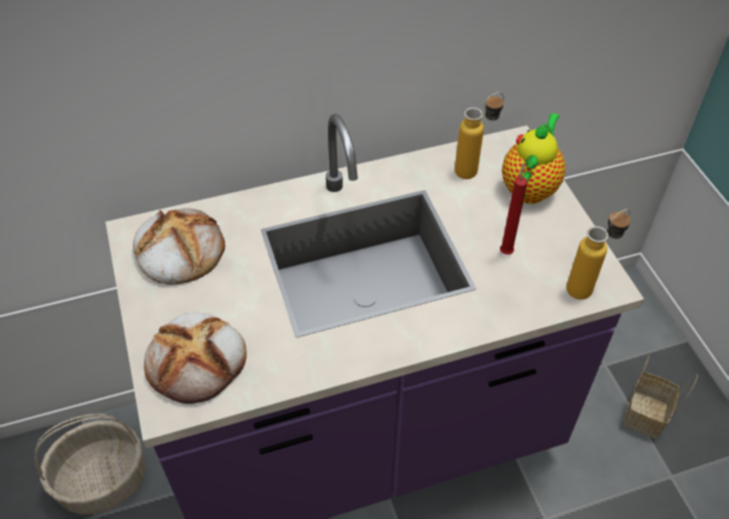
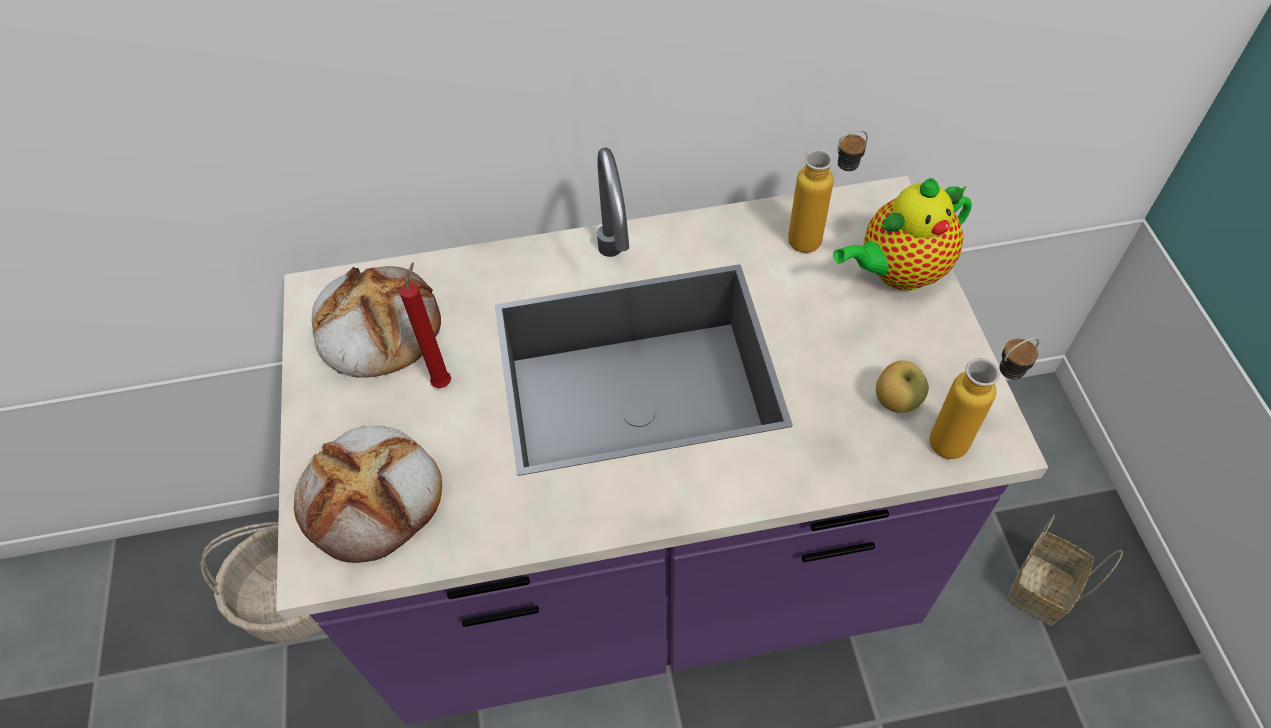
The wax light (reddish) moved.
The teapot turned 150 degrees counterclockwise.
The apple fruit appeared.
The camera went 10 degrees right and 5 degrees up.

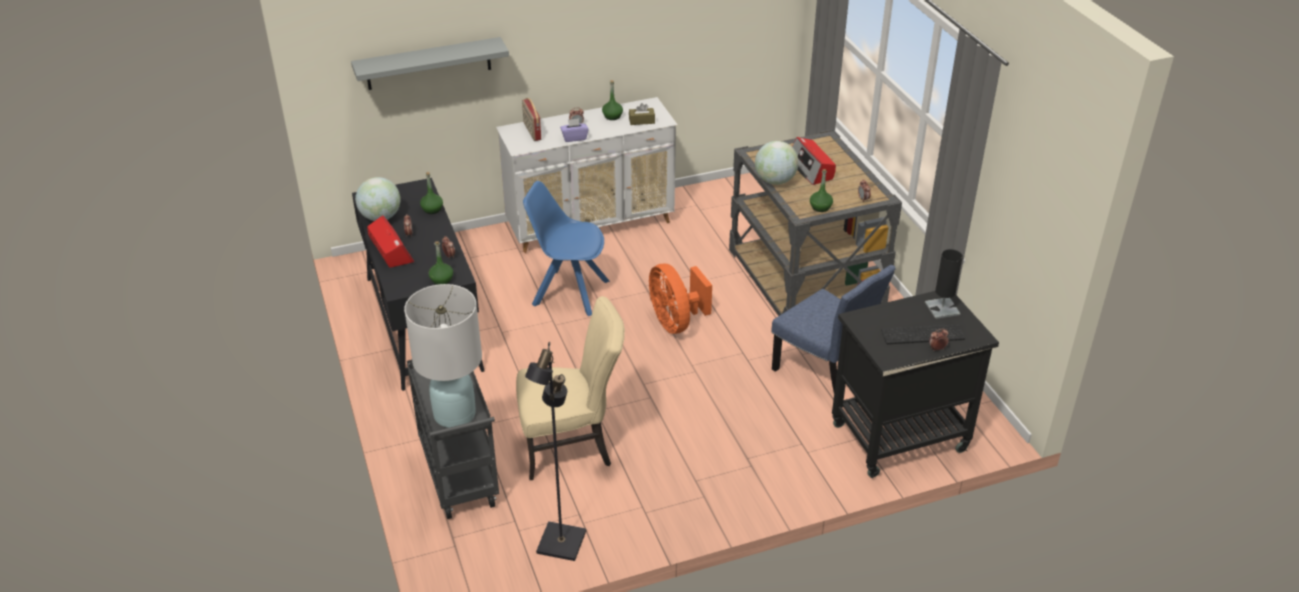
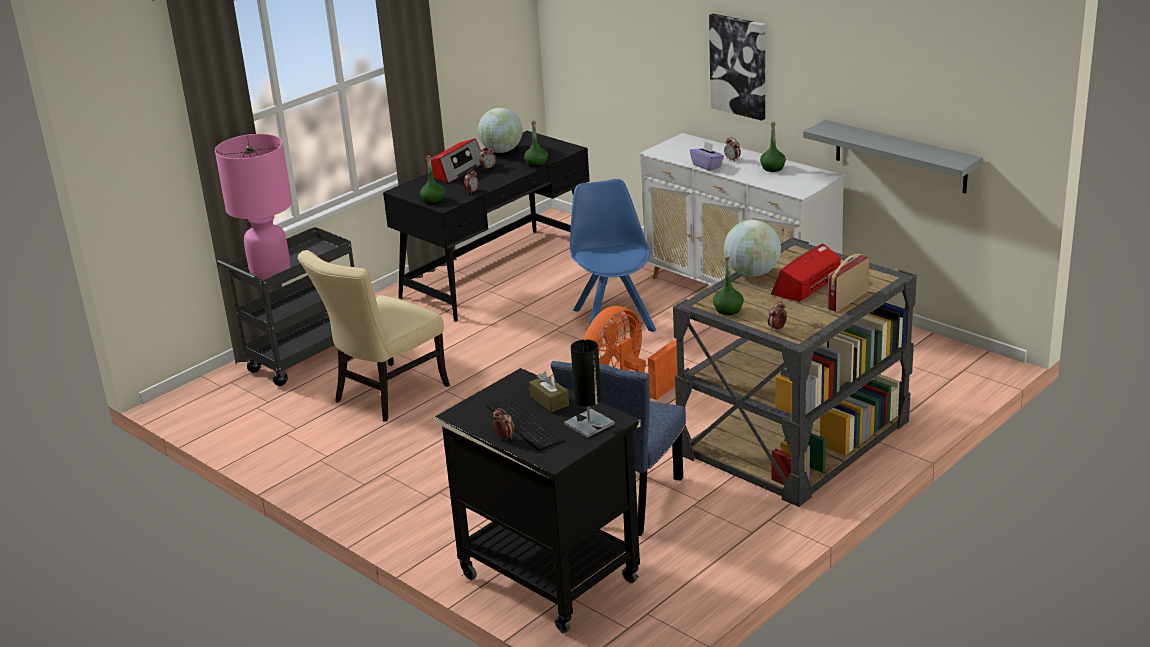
The table lamp (white-coloured) became the table lamp (pink-coloured).
The chair (sand-coloured) turned 75 degrees clockwise.
The tissue box (brown) moved.
The picture appeared.
The bracket shelf (gray) moved.
The radio set (no. 2 from left in the first image) moved.
The standard lamp (black) disappeared.
The camera went 65 degrees right and 10 degrees down.

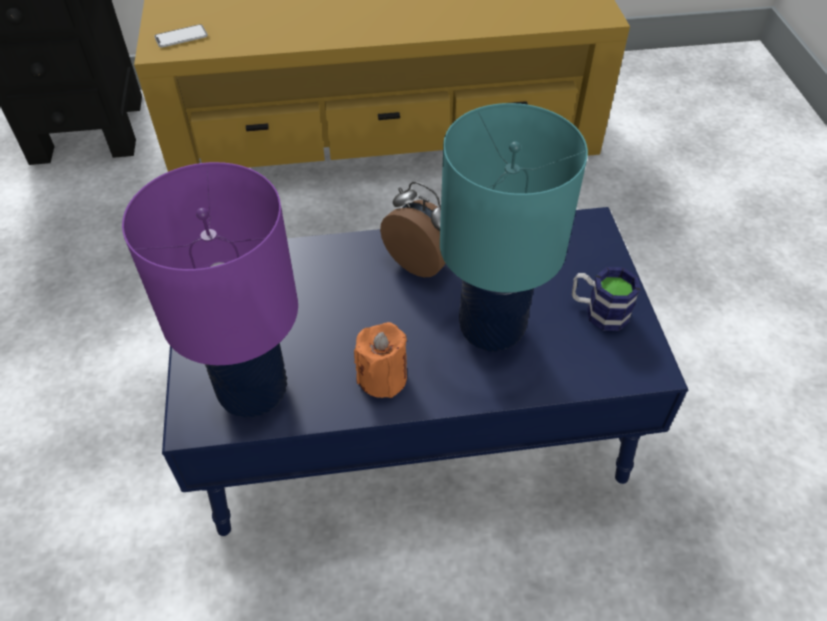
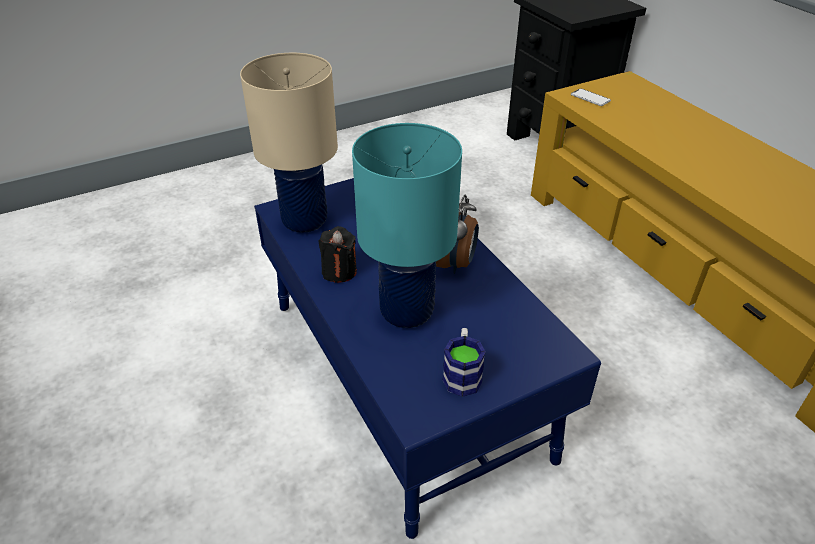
The table lamp (purplish) became the table lamp (sand-coloured).
The wax light (orangey) became the wax light (black).
The camera went 70 degrees right and 10 degrees down.

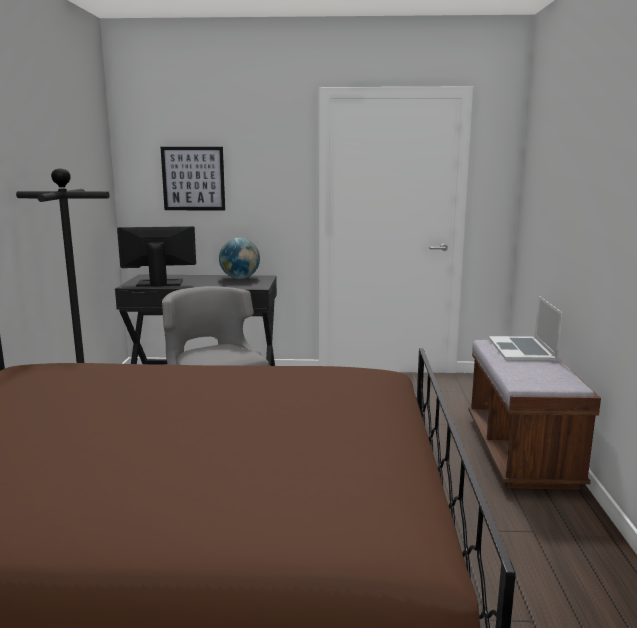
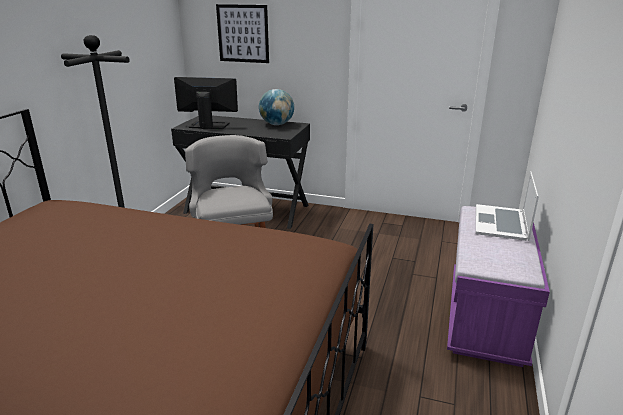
The indoor bench (brown) became the indoor bench (purplish).
The camera went 15 degrees right and 10 degrees up.

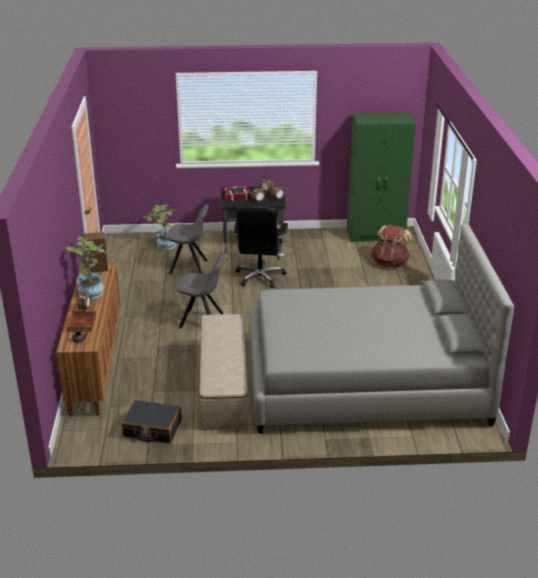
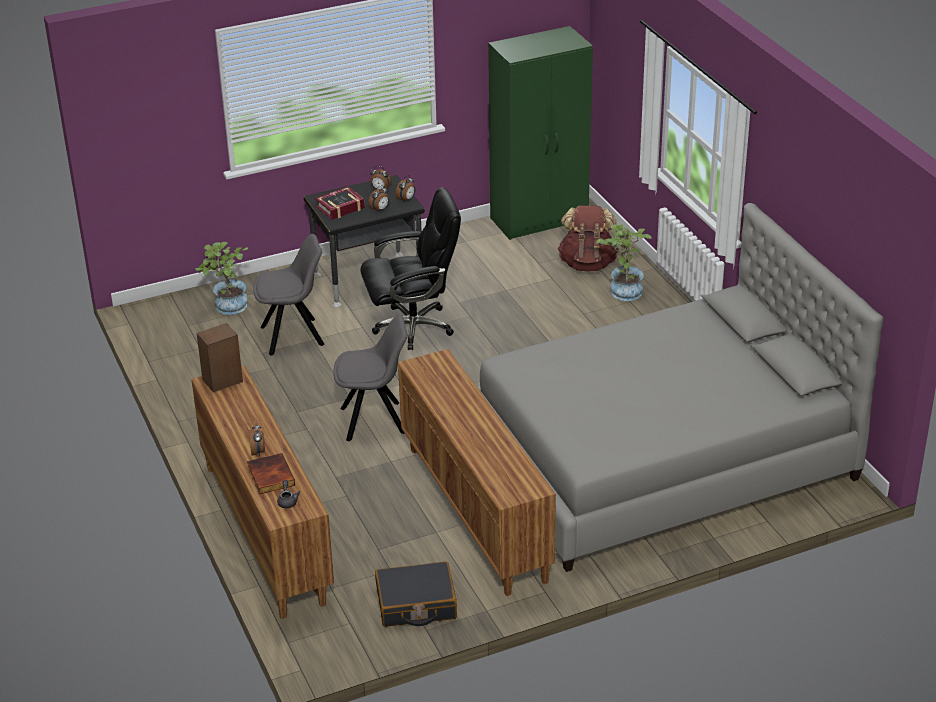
The computer chair (black) turned 90 degrees counterclockwise.
The indoor bench (sand-coloured) was replaced by the dresser (brown) (no. 2 from left).
The potted plant (no. 1 from left in the first image) moved.
The camera went 20 degrees left and 5 degrees up.

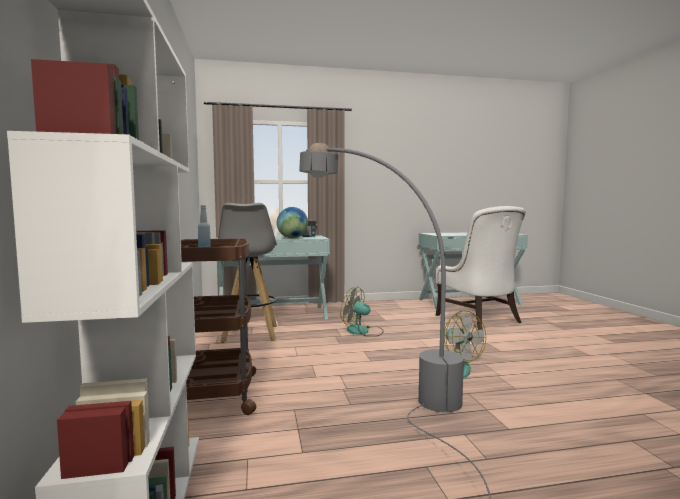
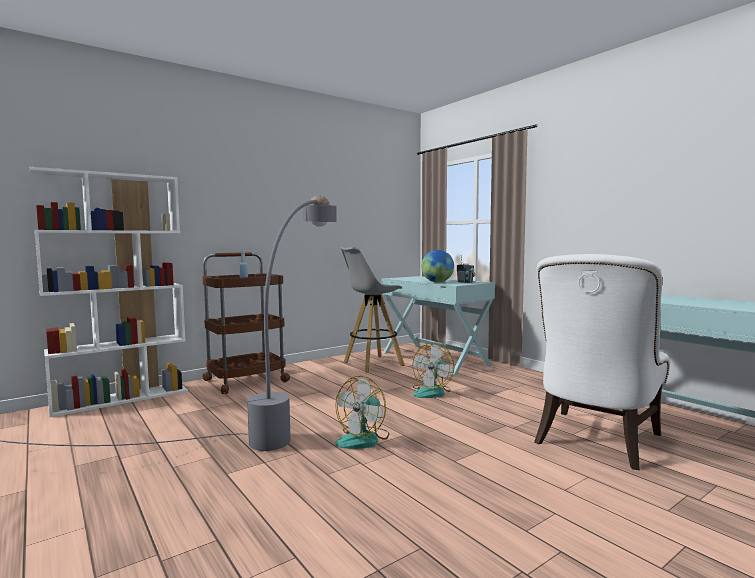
The electric fan (no. 1 from left in the first image) turned 150 degrees counterclockwise.
The camera went 65 degrees right and 0 degrees up.

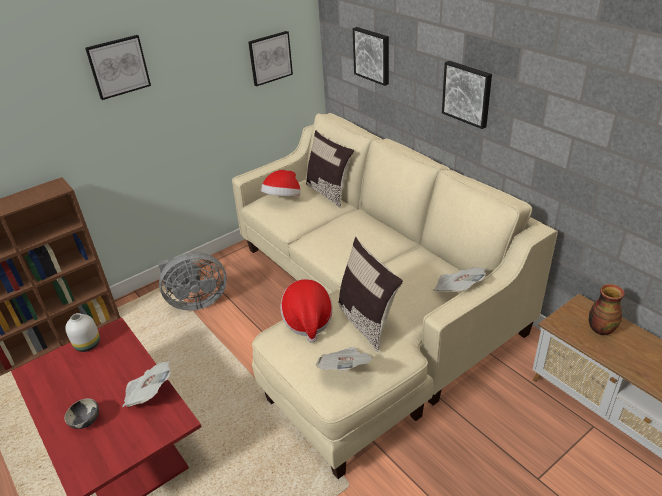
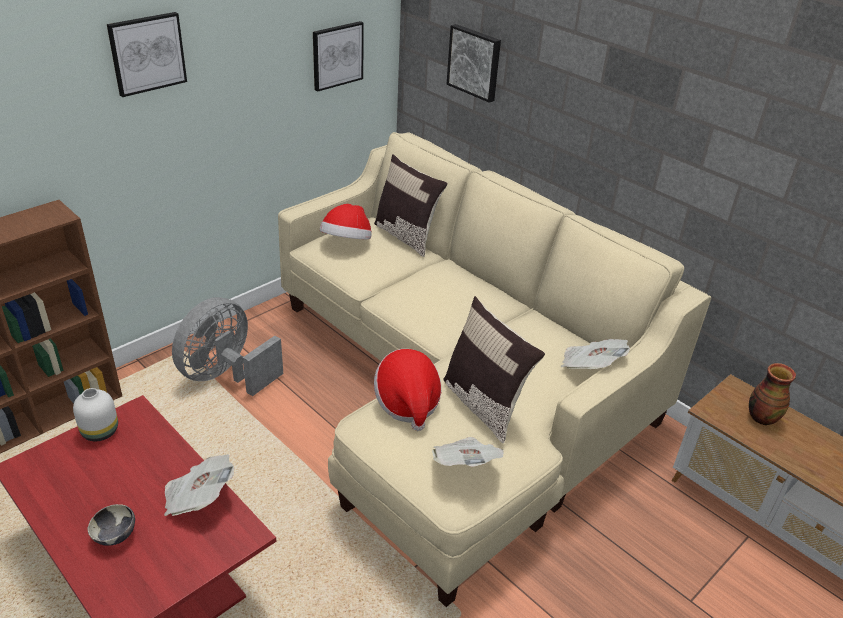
The electric fan (gray) turned 150 degrees clockwise.
The picture (no. 4 from left) disappeared.
The camera went 10 degrees left and 0 degrees up.

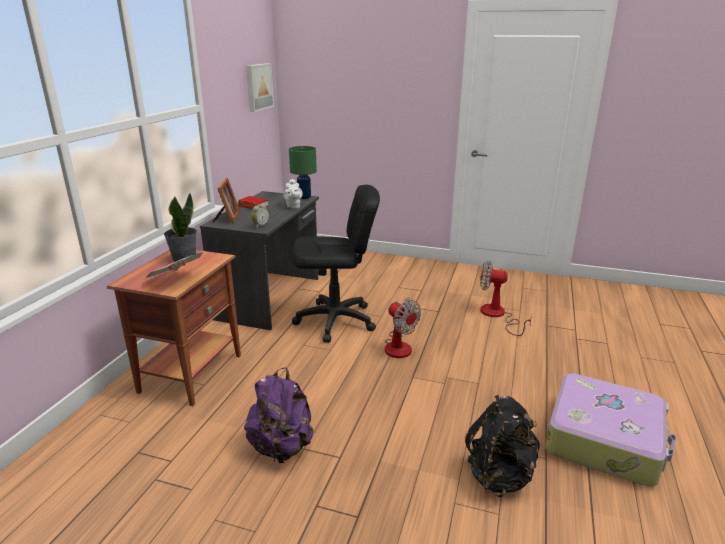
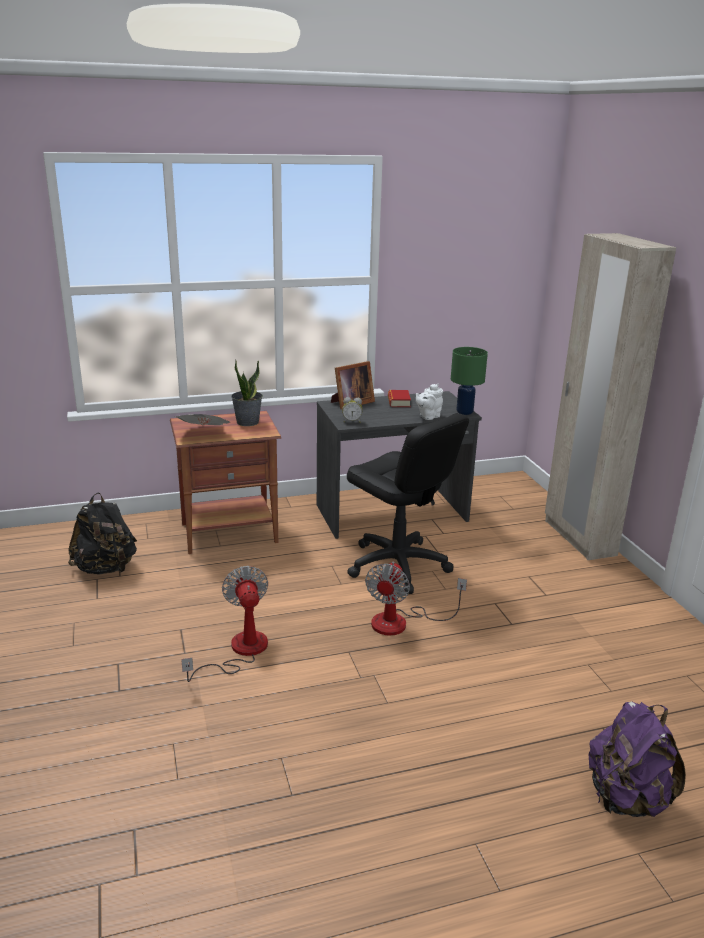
The rucksack (black) moved.
The electric fan (no. 2 from left in the first image) moved.
The armoire (sand-coloured) appeared.
The rucksack (purplish) moved.
The picture disappeared.
The piece of luggage disappeared.
The camera went 55 degrees right and 0 degrees up.

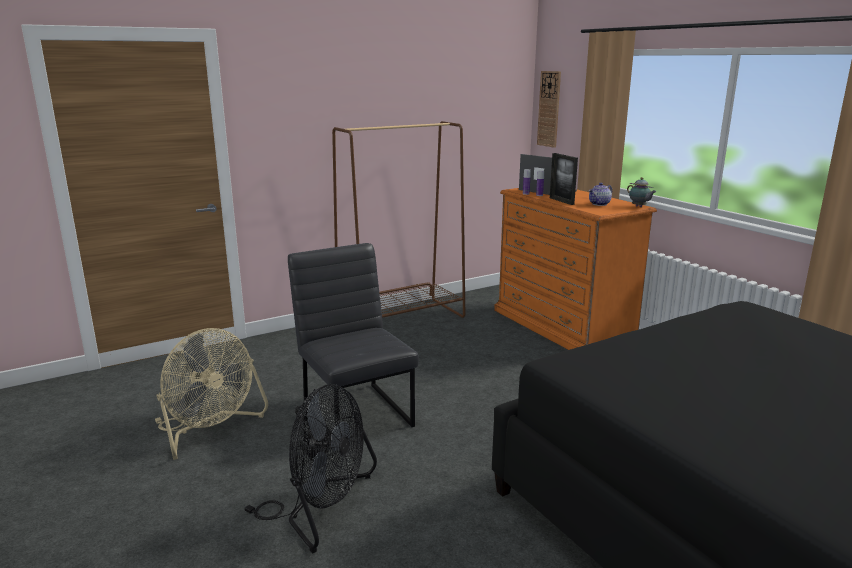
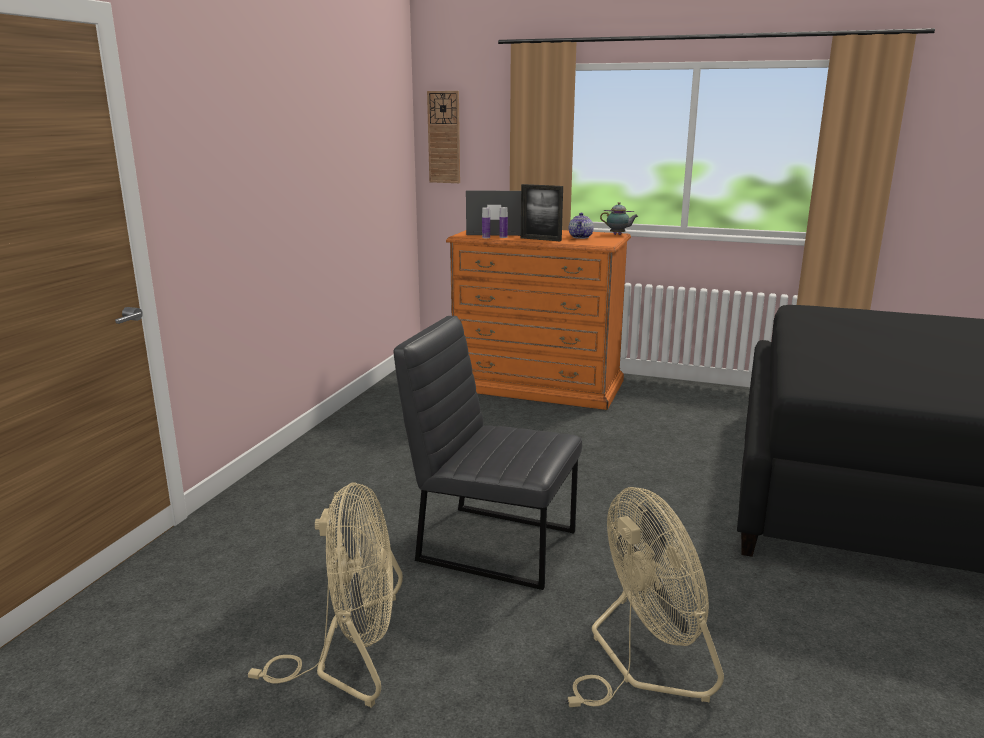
The electric fan (black) became the electric fan (sand-coloured) (no. 2 from left).
The garment rack (brown) disappeared.
The camera went 40 degrees left and 0 degrees up.

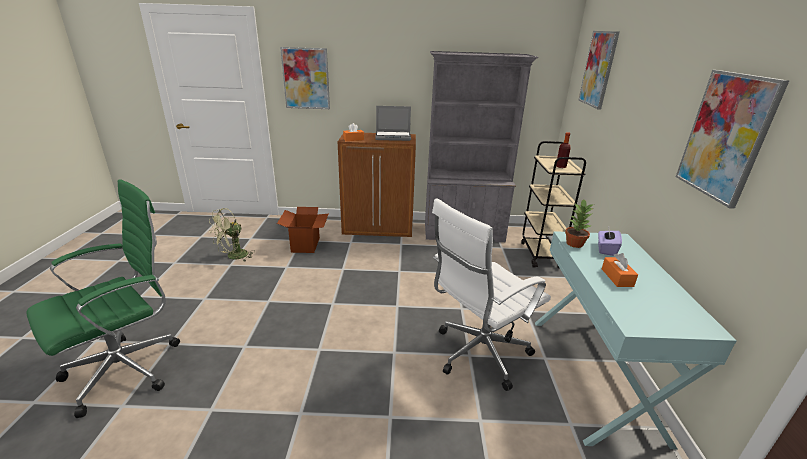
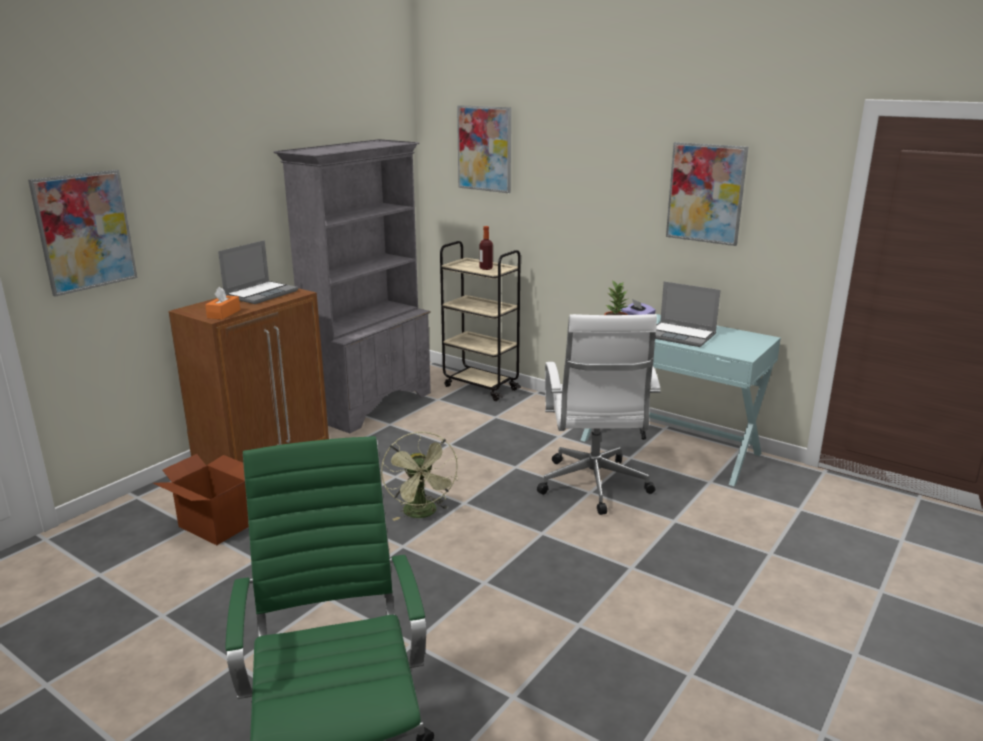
The electric fan (green) moved.
The tissue box (orangey) (no. 2 from left) was replaced by the laptop (no. 2 from left).
The camera went 55 degrees left and 5 degrees down.

